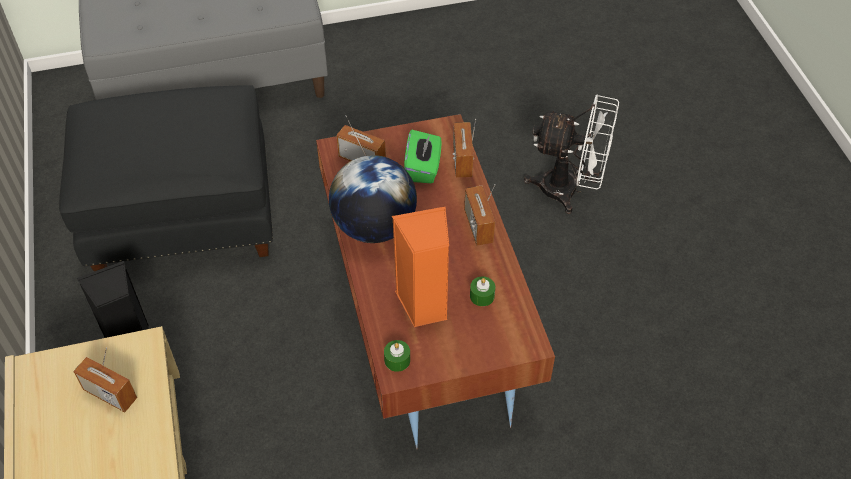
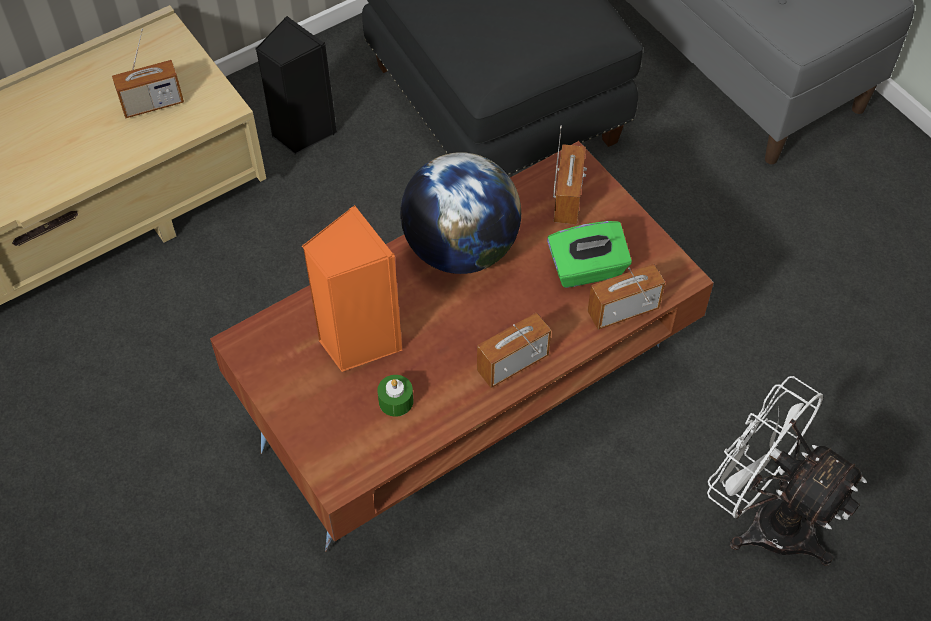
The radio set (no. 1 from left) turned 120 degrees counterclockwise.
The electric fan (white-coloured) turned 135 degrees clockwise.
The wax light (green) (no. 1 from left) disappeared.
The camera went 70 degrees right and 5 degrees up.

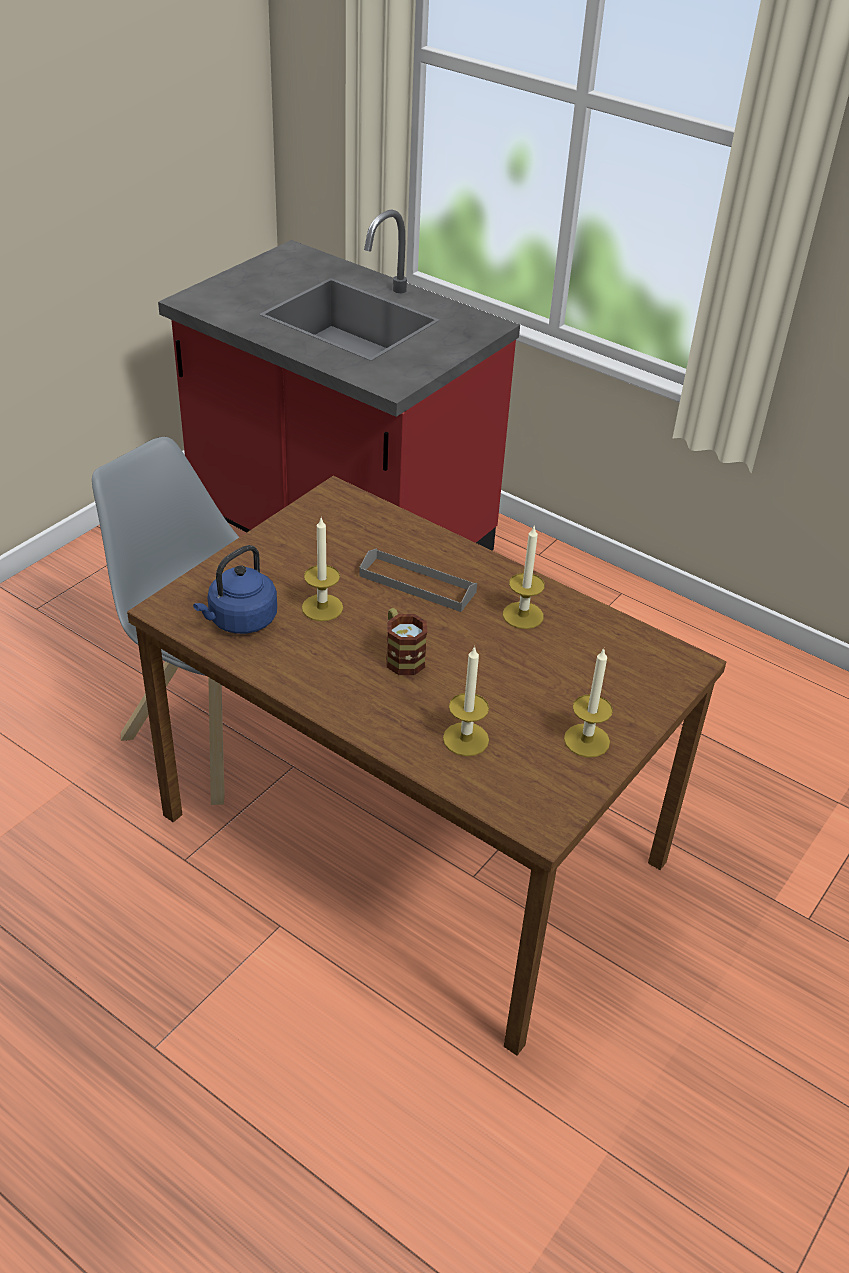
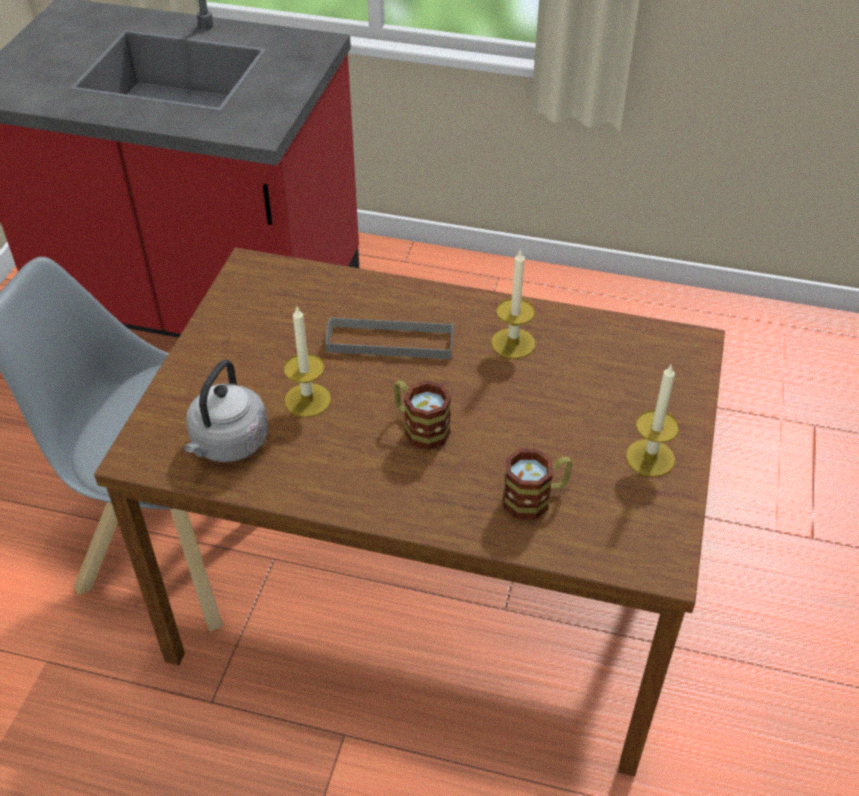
The water kettle (blue) became the water kettle (gray).
The wax light (no. 2 from left) was replaced by the tea mug (no. 2 from left).
The camera went 20 degrees left and 5 degrees up.

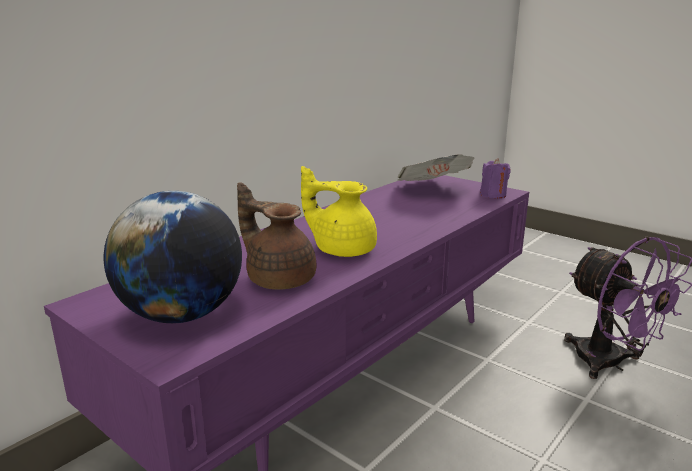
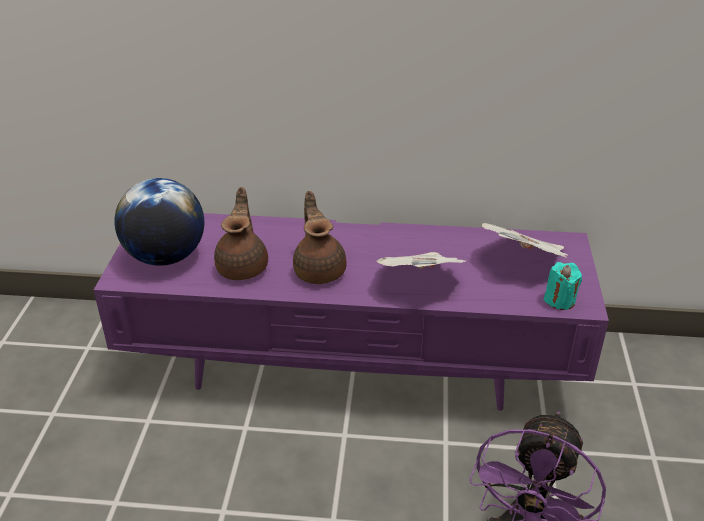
The teapot (yellow) became the teapot (brown) (no. 2 from left).
The printed paper (no. 1 from left) appeared.
The wax light (purplish) became the wax light (blue-green).
The camera went 55 degrees right and 15 degrees up.

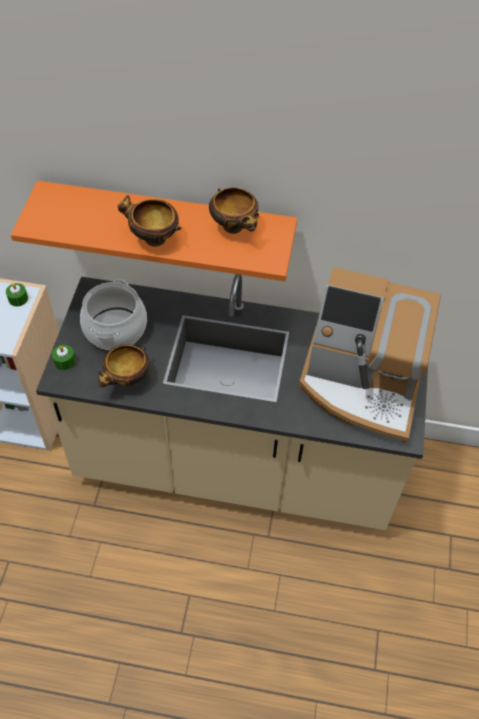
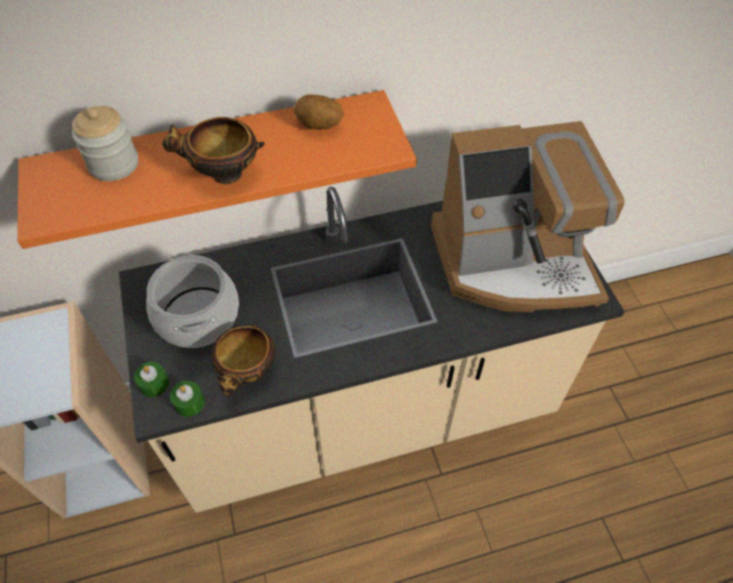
The preserve jar appeared.
The wax light (green) (no. 1 from left in the first image) moved.
The deep dish (no. 3 from left) was replaced by the potato.
The camera went 25 degrees left and 0 degrees up.

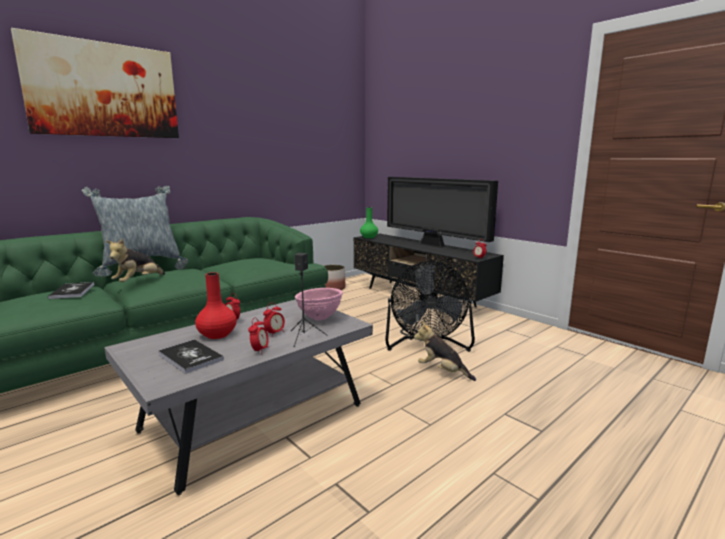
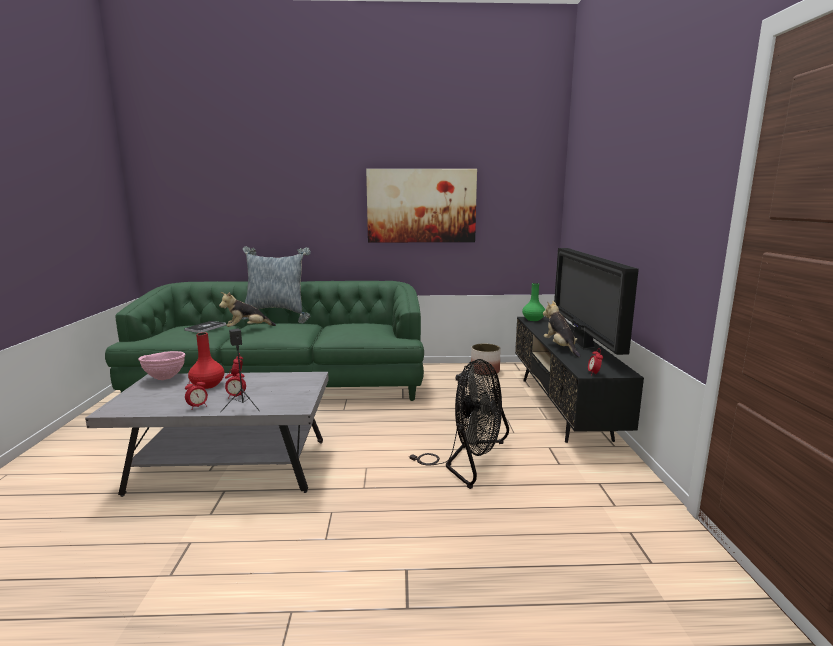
The deep dish (pink-coloured) moved.
The picture moved.
The electric fan (black) turned 105 degrees counterclockwise.
The cuddly toy (no. 2 from left) moved.
The book (no. 2 from left) disappeared.
The camera went 40 degrees right and 0 degrees up.

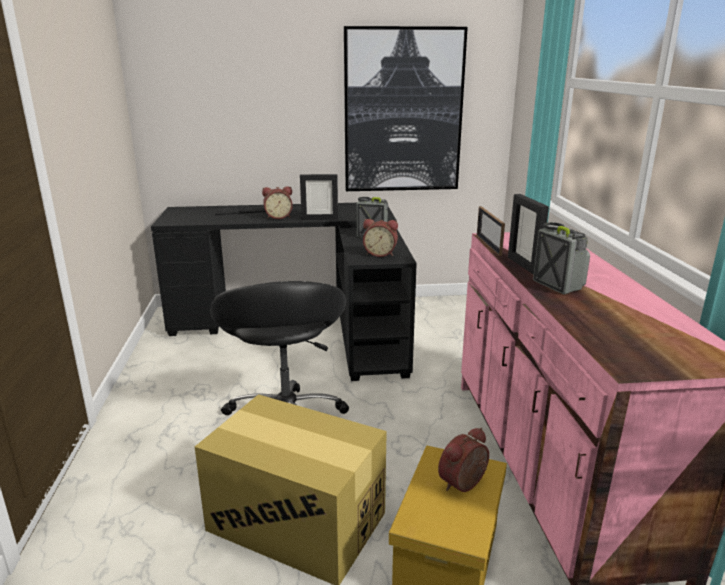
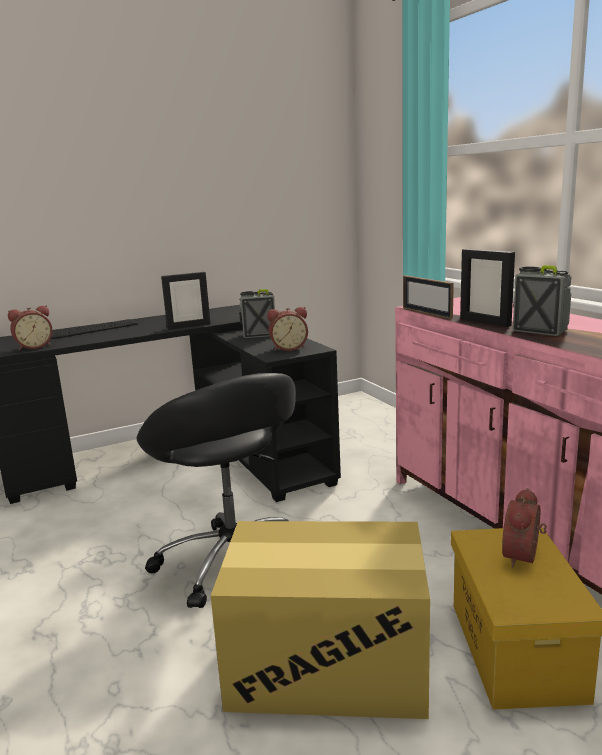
The alarm clock (no. 1 from left) moved.
The picture disappeared.
The camera went 20 degrees left and 5 degrees down.

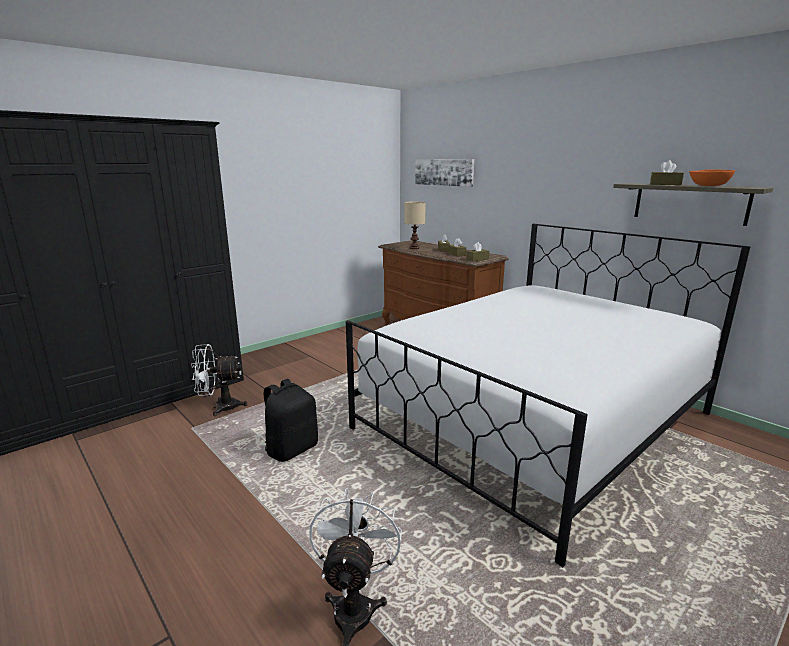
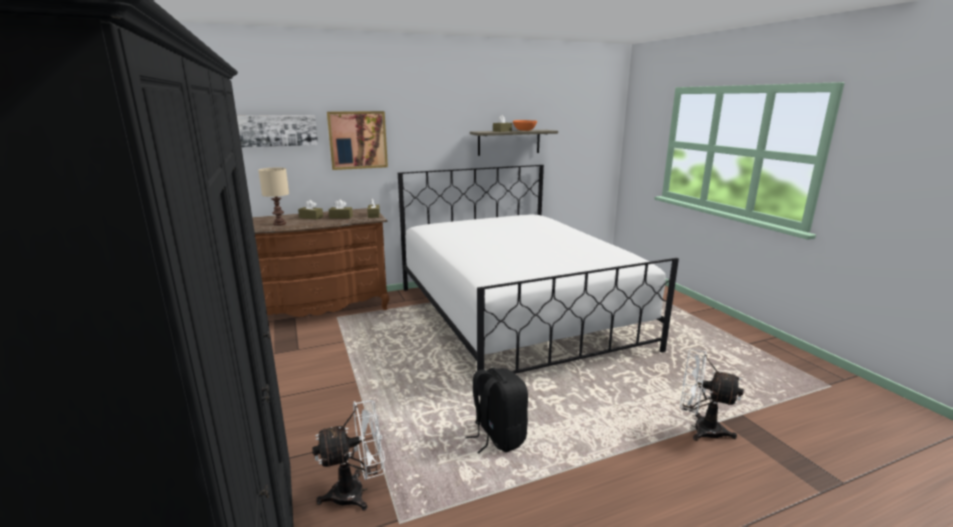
The electric fan (white-coloured) (no. 1 from left) turned 120 degrees counterclockwise.
The picture (no. 2 from left) appeared.
The camera went 70 degrees left and 0 degrees up.

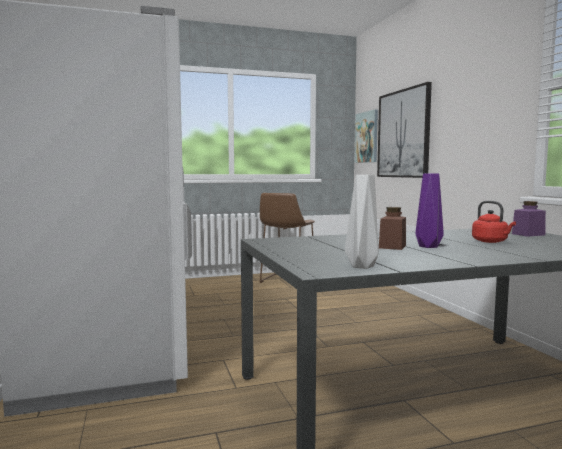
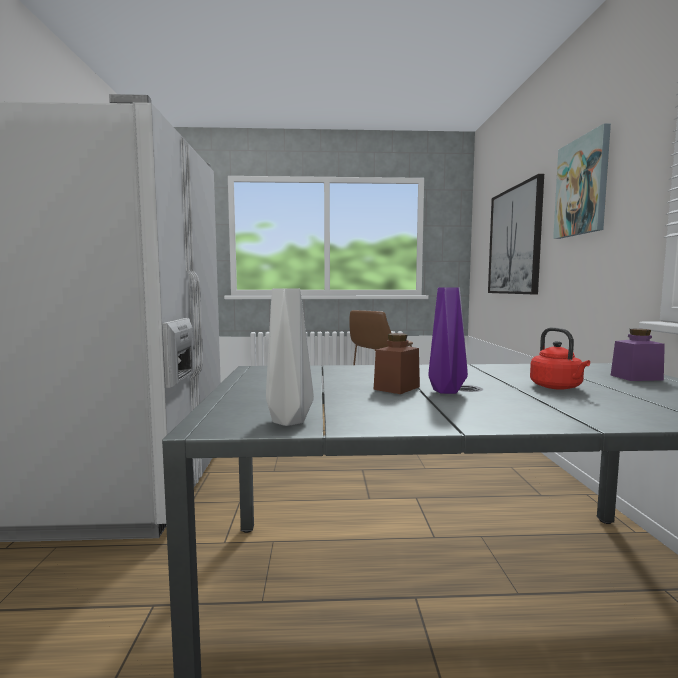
The picture (no. 1 from left in the first image) moved.
The camera went 15 degrees right and 0 degrees up.

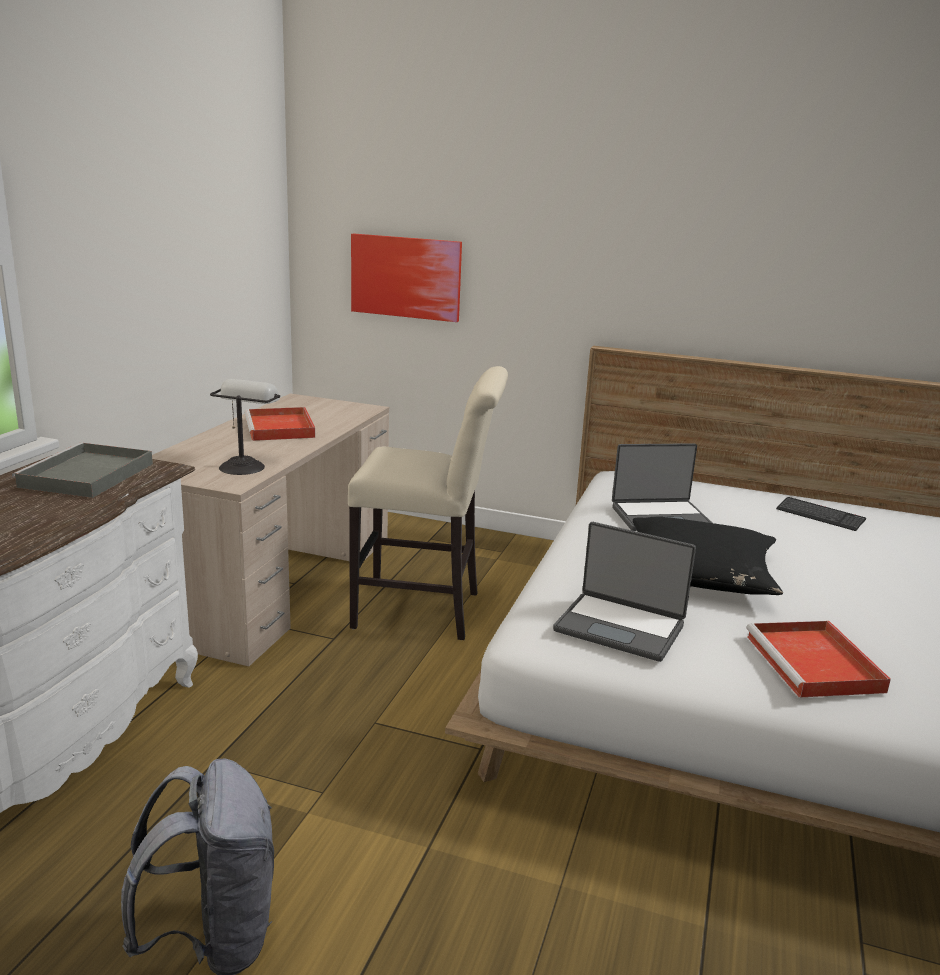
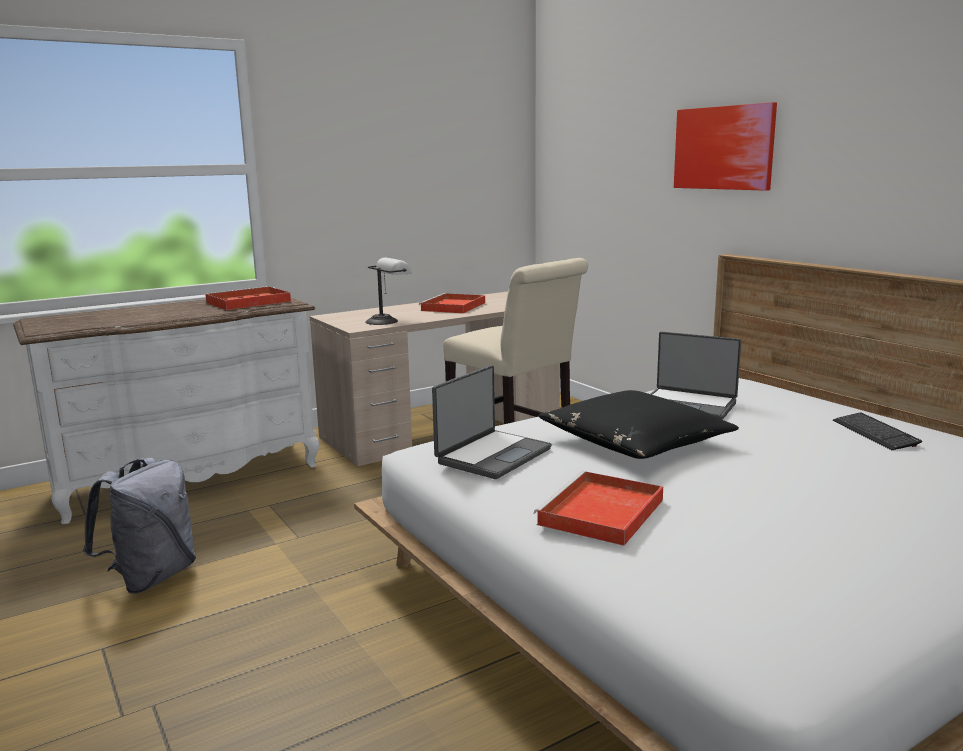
The tray (gray) became the tray (reddish) (no. 1 from left).
The laptop (no. 1 from left) turned 120 degrees counterclockwise.
The picture moved.
The camera went 40 degrees right and 5 degrees down.

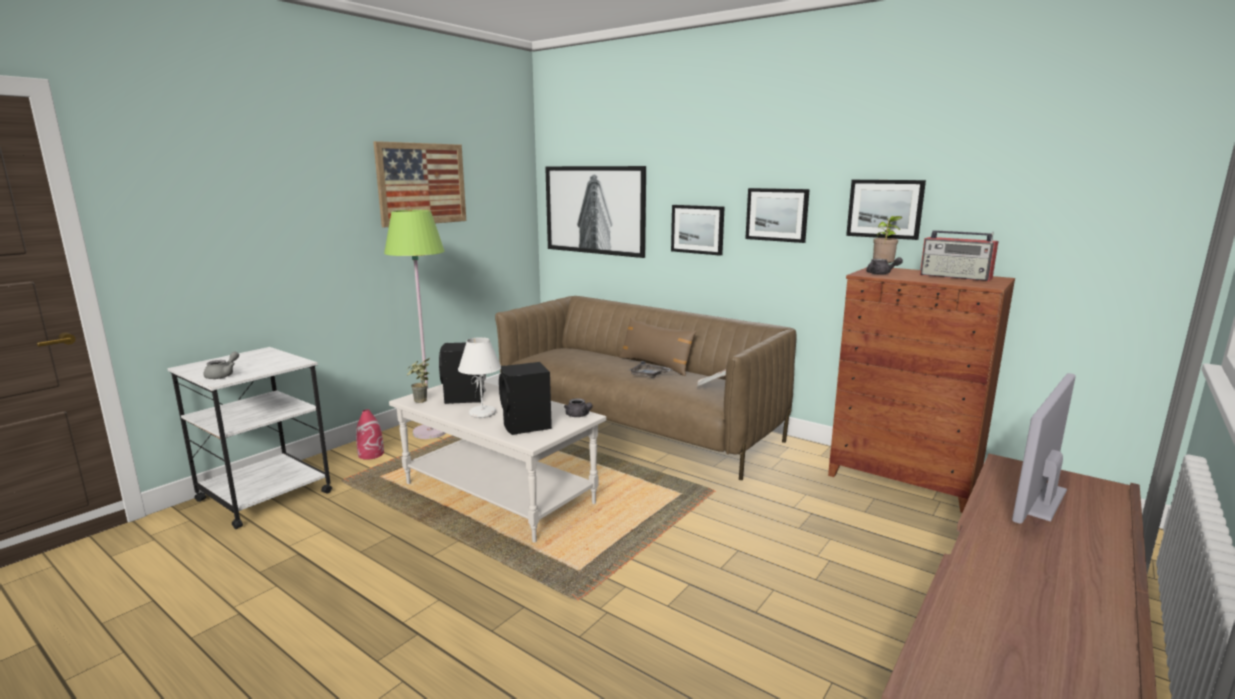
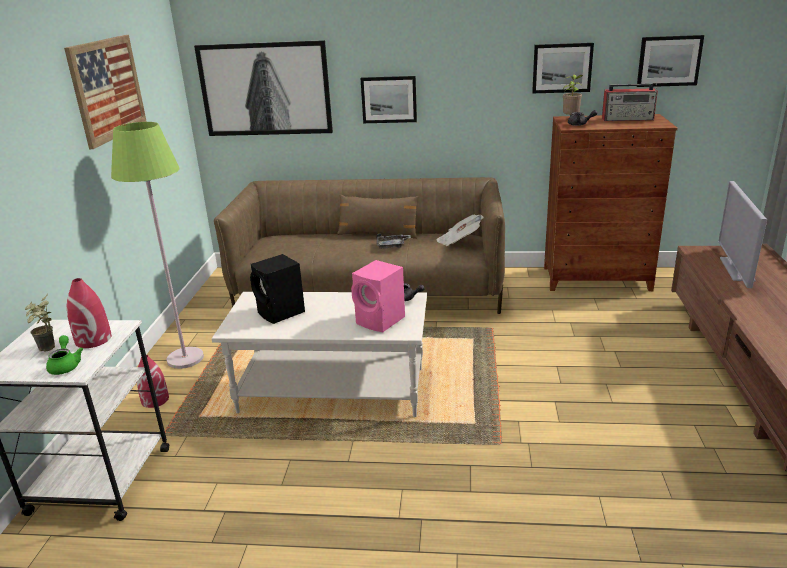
The potted plant (no. 1 from left) moved.
The teapot (gray) (no. 1 from left) became the teapot (green).
The flower vase (reddish) (no. 1 from left) appeared.
The loudspeaker (black) (no. 2 from left) became the loudspeaker (pink-coloured).
The picture (no. 4 from left in the first image) moved.
The table lamp (white-coloured) disappeared.
The camera went 30 degrees left and 10 degrees up.

